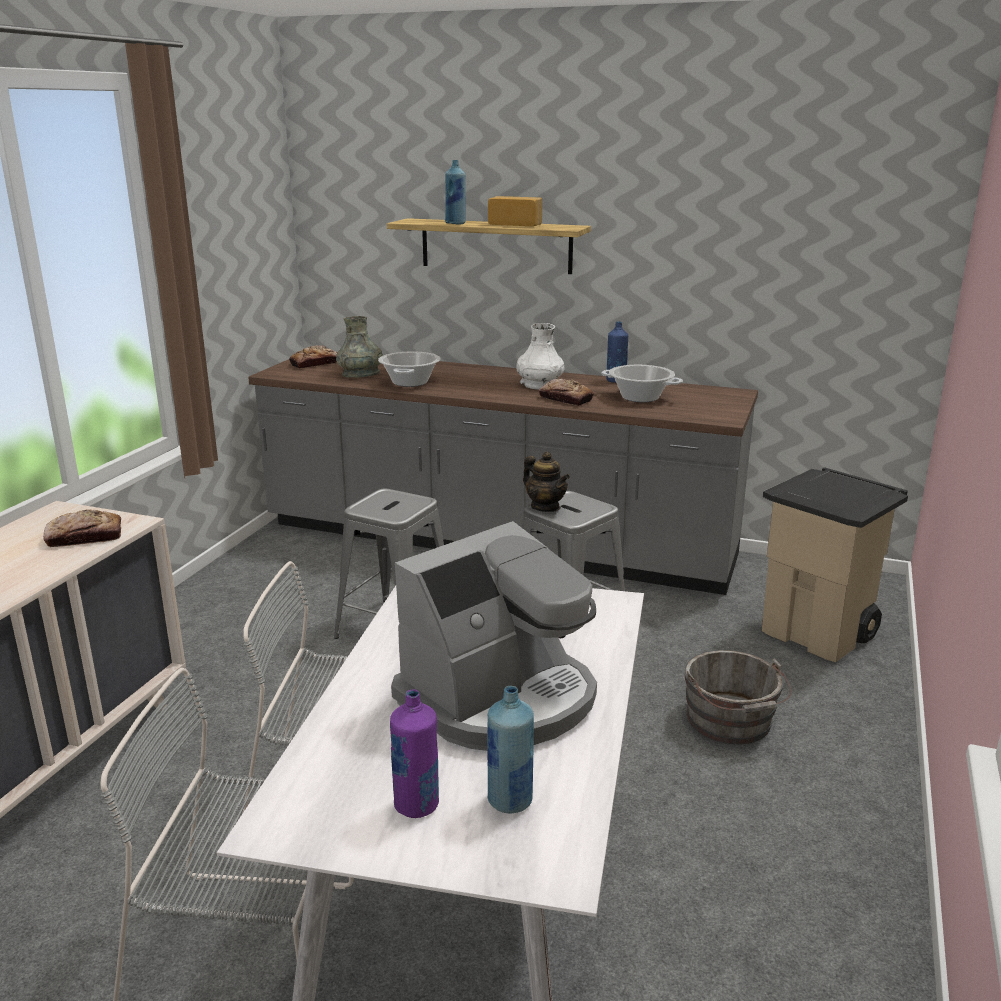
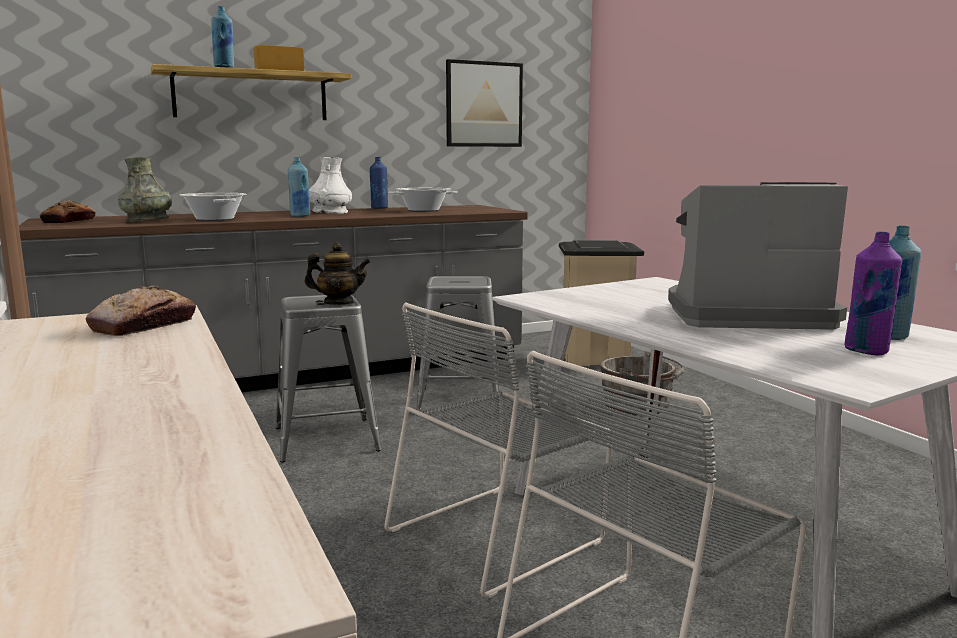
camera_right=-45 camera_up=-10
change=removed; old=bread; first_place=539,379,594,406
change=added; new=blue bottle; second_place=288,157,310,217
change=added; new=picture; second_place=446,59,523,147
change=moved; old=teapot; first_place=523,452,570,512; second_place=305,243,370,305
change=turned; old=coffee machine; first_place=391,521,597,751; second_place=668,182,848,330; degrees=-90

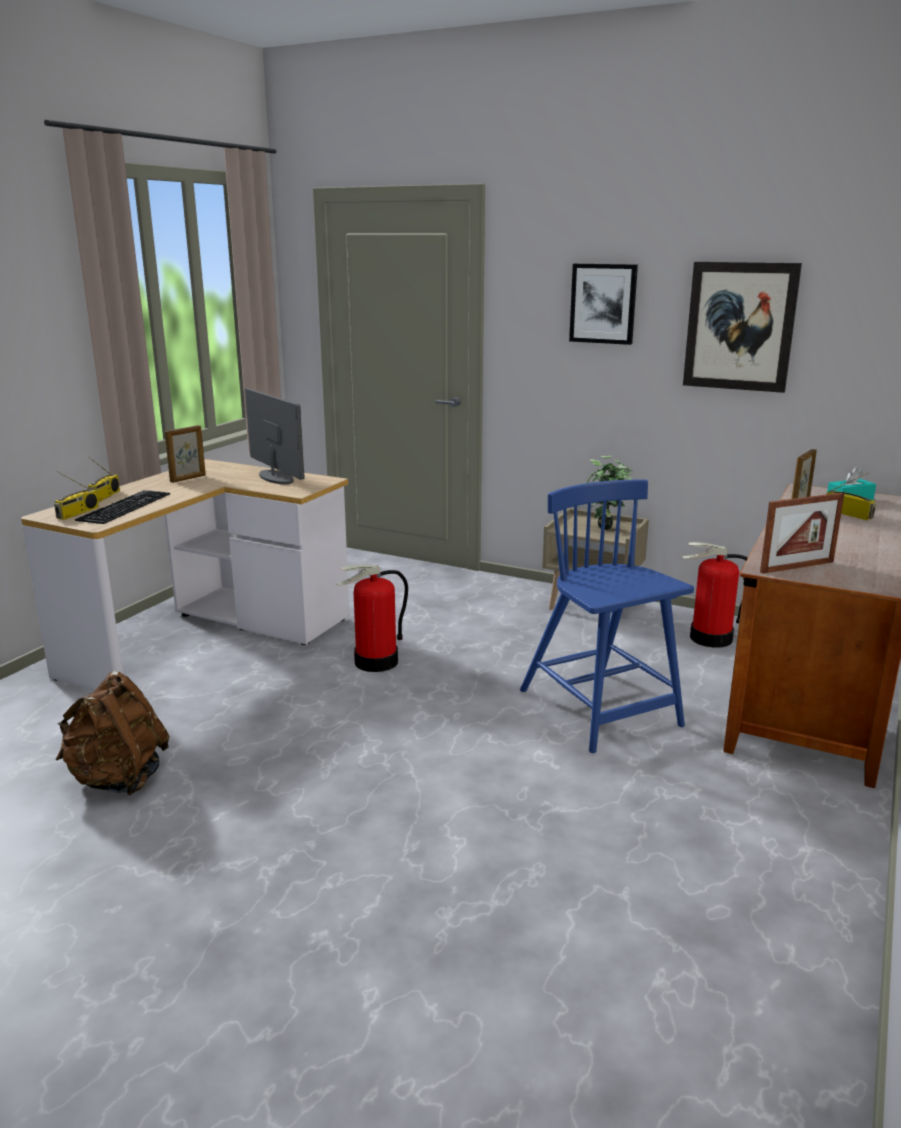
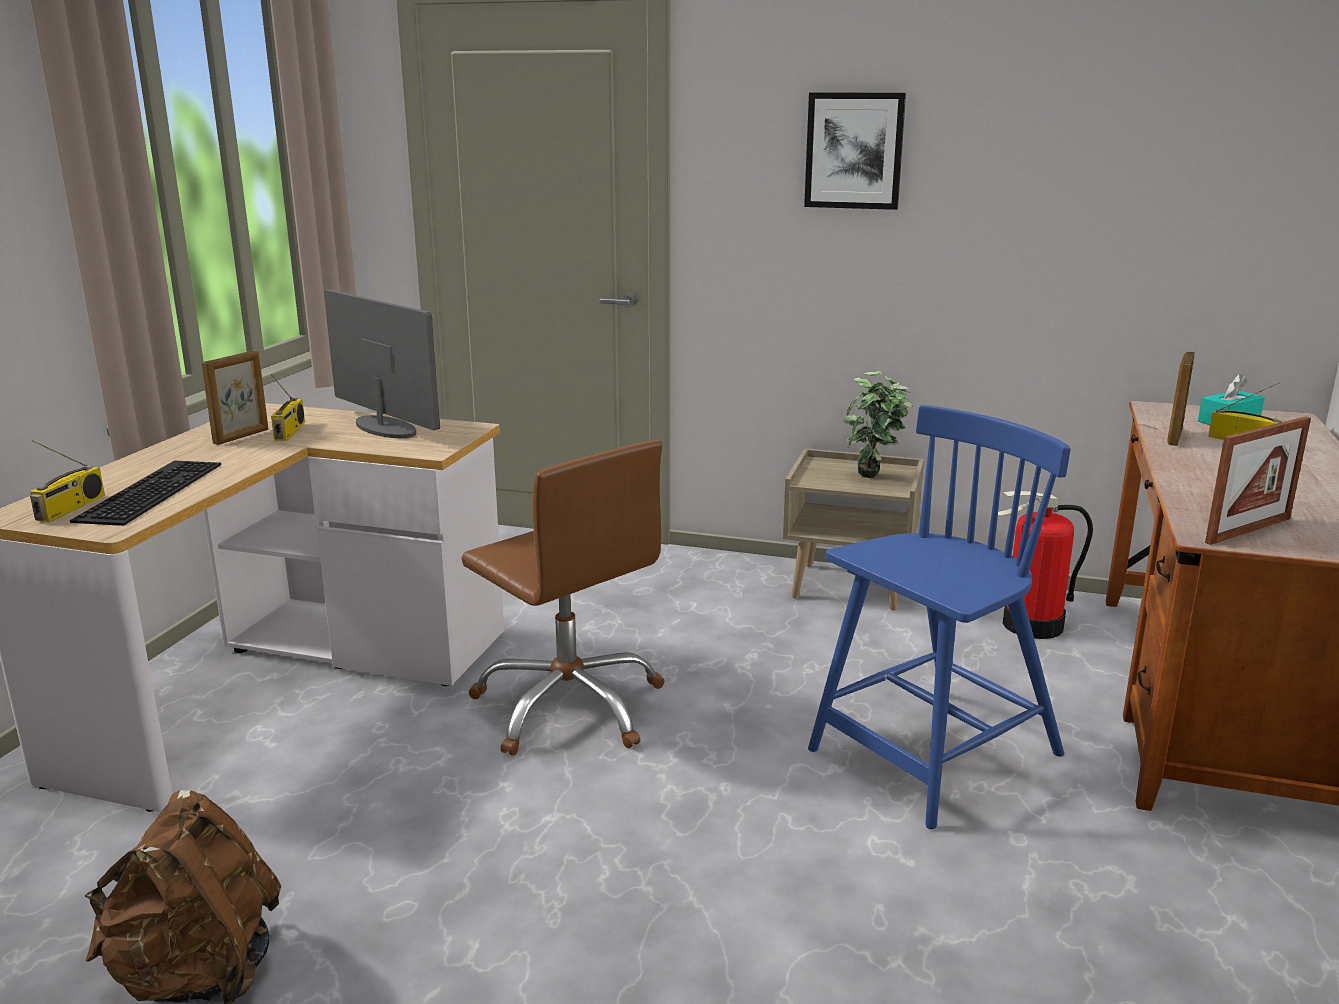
camera_right=-10 camera_up=0
change=removed; old=picture; first_place=683,262,802,393
change=moved; old=radio; first_place=88,457,120,503; second_place=271,374,305,441
change=replaced; old=fire extinguisher; new=brown office chair; first_place=337,565,408,672; second_place=462,440,664,756
change=turned; old=blue chair; first_place=520,479,694,753; second_place=808,405,1071,829; degrees=90

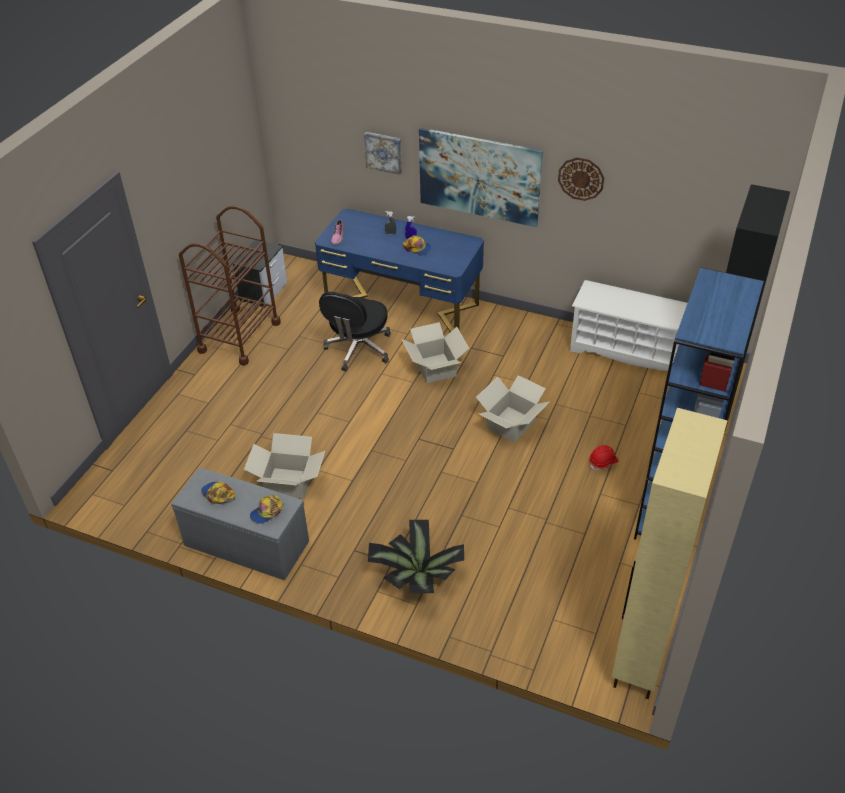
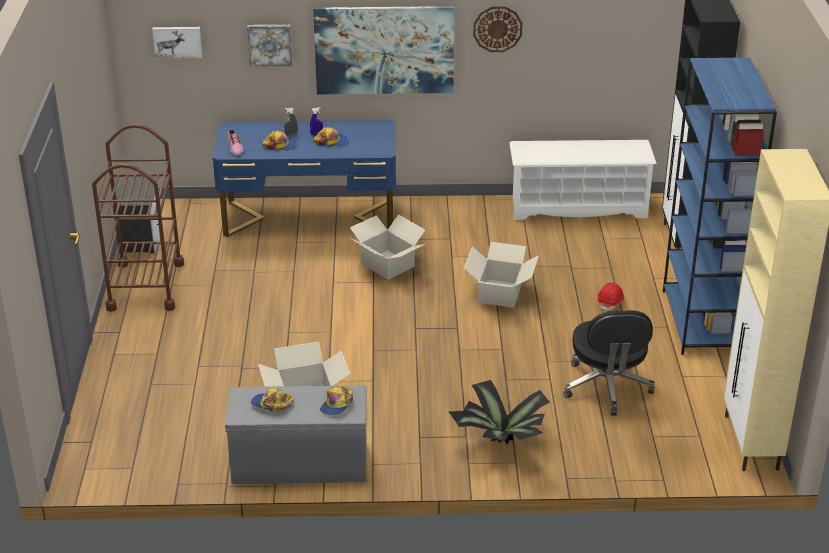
camera_right=-25 camera_up=-10
change=added; new=picture; second_place=152,27,202,59
change=added; new=cap; second_place=262,131,297,151
change=moved; old=black office chair; first_place=319,292,391,372; second_place=564,310,655,416

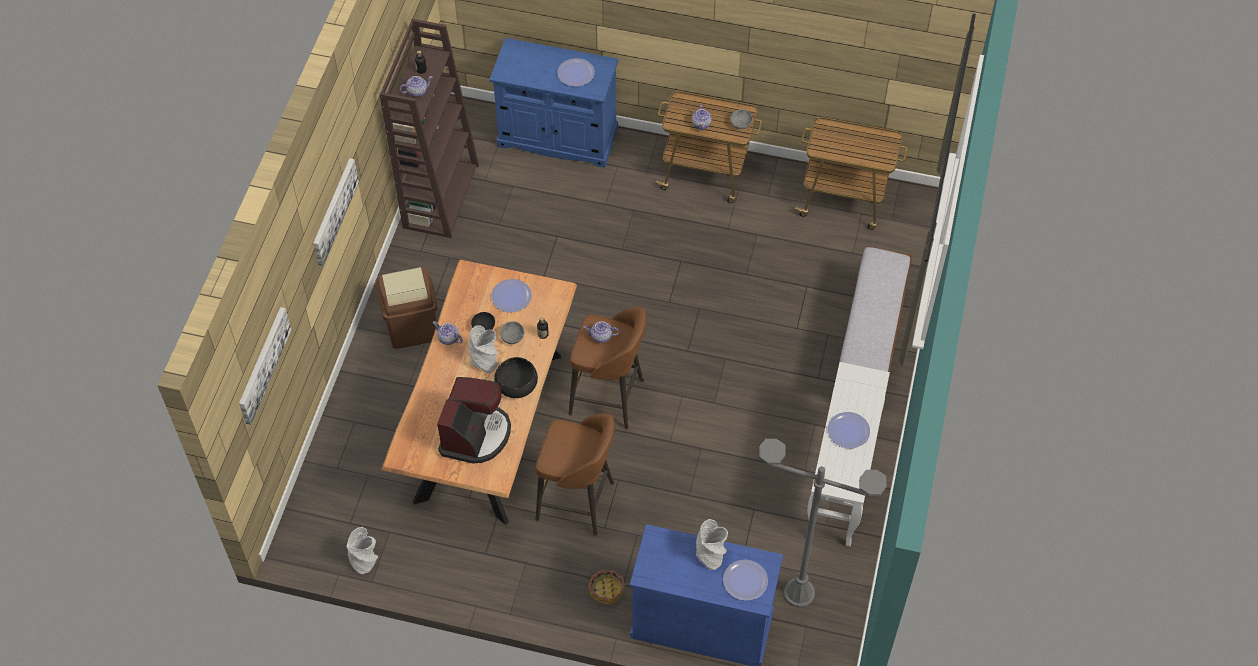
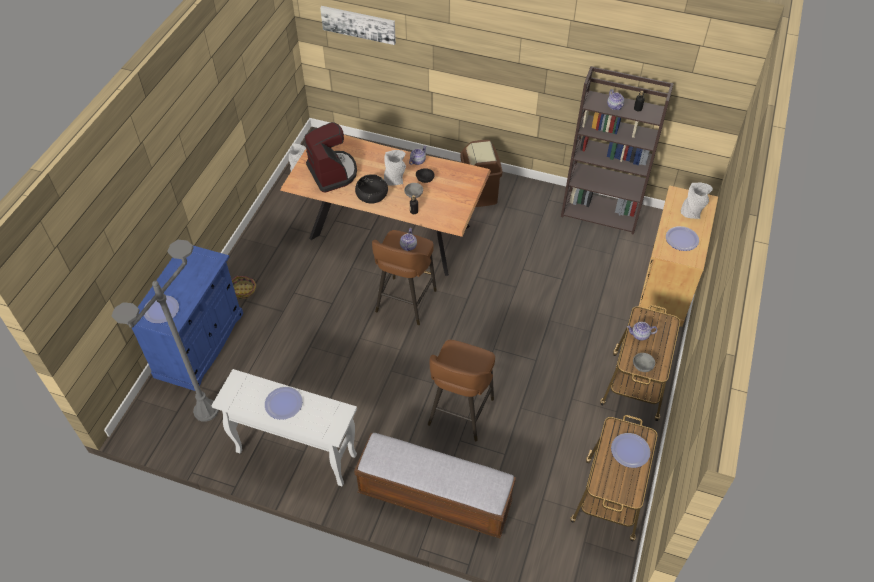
camera_right=95 camera_up=-5
change=removed; old=picture; first_place=313,158,359,266
change=moved; old=plate; first_place=491,279,532,312; second_place=611,433,650,468
change=moved; old=brown stool; first_place=535,413,615,536; second_place=428,340,495,441
change=moved; old=grey vase; first_place=696,519,728,570; second_place=681,183,713,219
change=recoloured; old=blue cabinet; new=beige cabinet; first_place=489,38,618,168; second_place=638,185,718,327
change=turned; old=coffee machine; first_place=437,377,511,464; second_place=305,122,357,193; degrees=-135

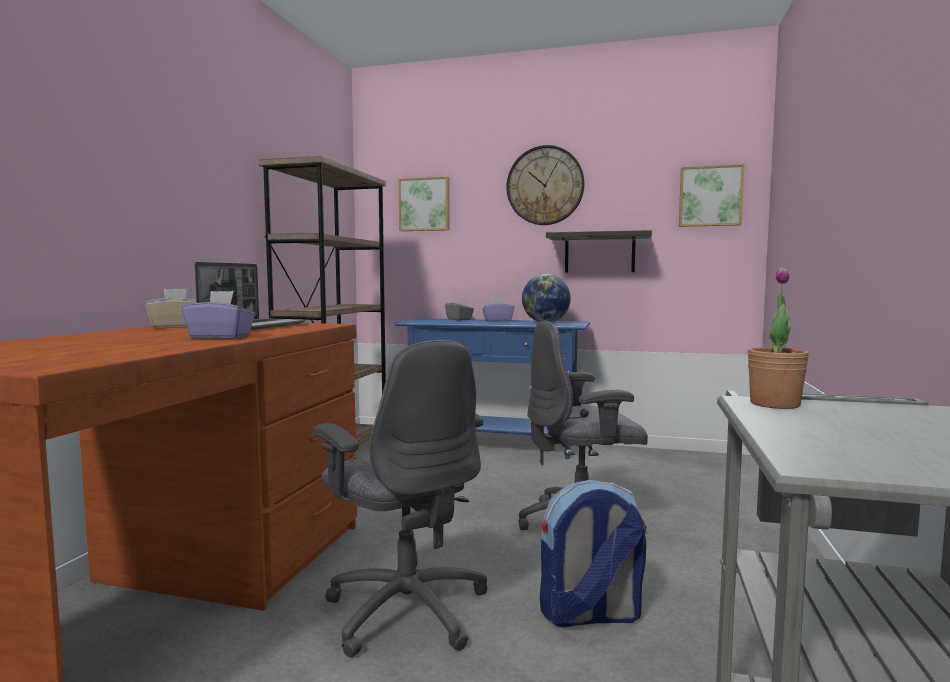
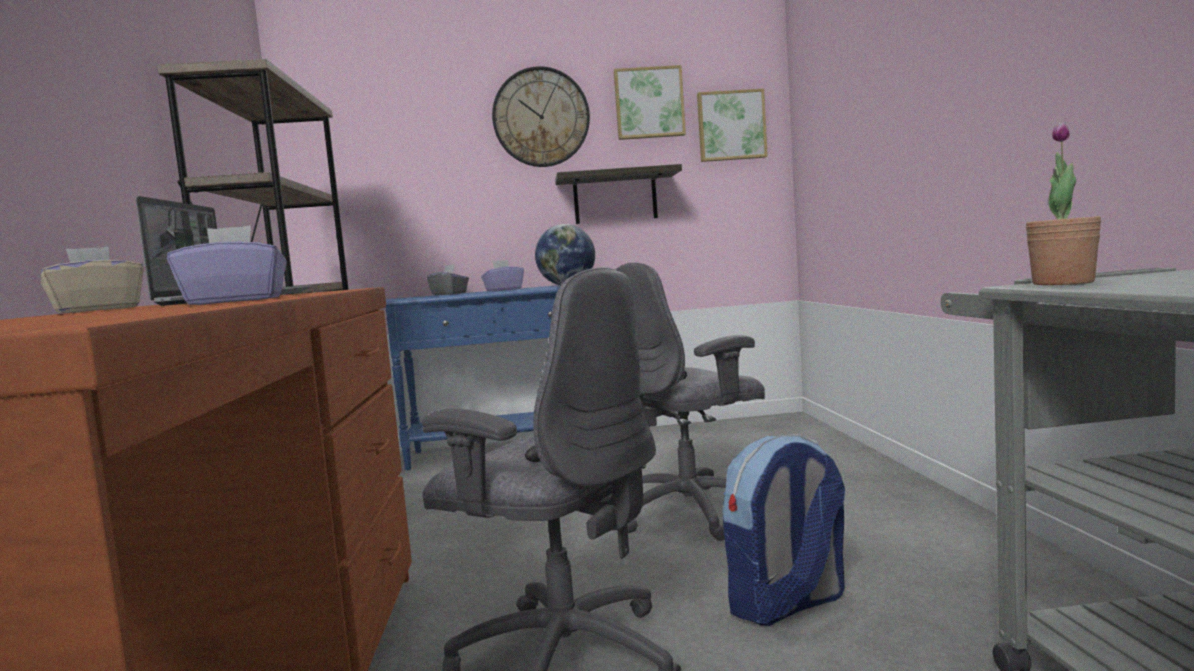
camera_right=-20 camera_up=0
change=moved; old=picture; first_place=398,177,450,231; second_place=614,65,686,140

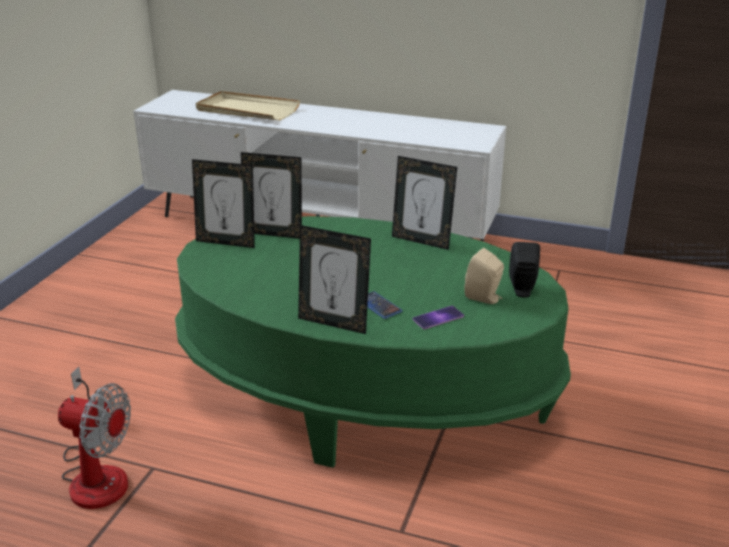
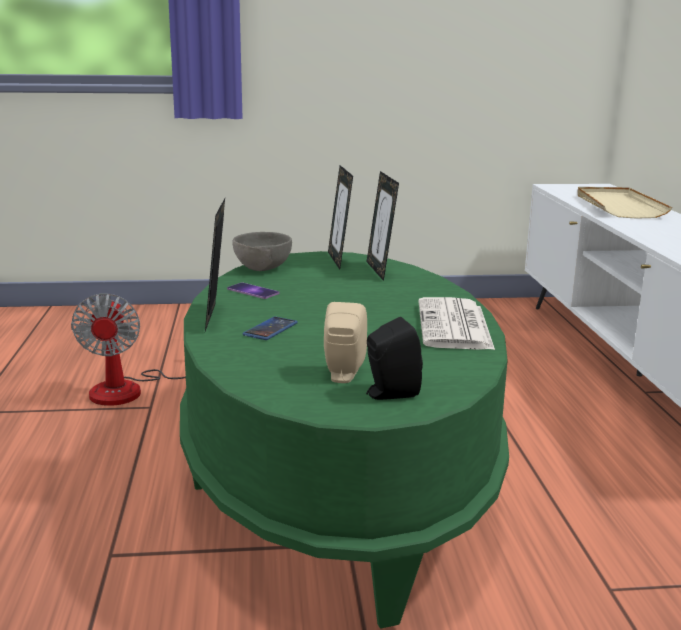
camera_right=65 camera_up=-10
change=added; new=grey bowl; second_place=232,232,292,271
change=moved; old=phone; first_place=412,306,464,329; second_place=227,283,280,299
change=replaced; old=picture frame; new=newspaper; first_place=392,156,457,250; second_place=418,297,495,350

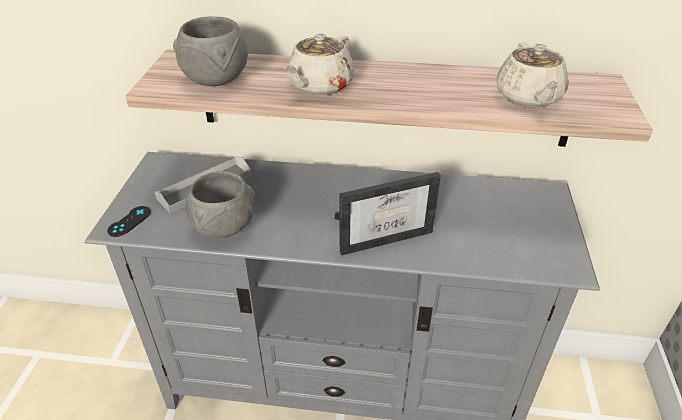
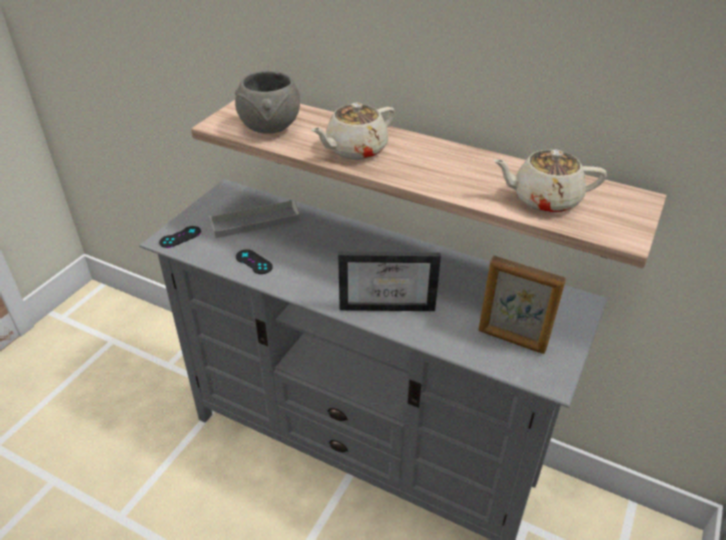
camera_right=20 camera_up=0
change=added; new=picture frame; second_place=479,256,566,354
change=replaced; old=grey bowl; new=black game controller; first_place=186,171,255,238; second_place=236,249,273,274
change=turned; old=beige teapot; first_place=496,42,569,108; second_place=493,150,607,213; degrees=75

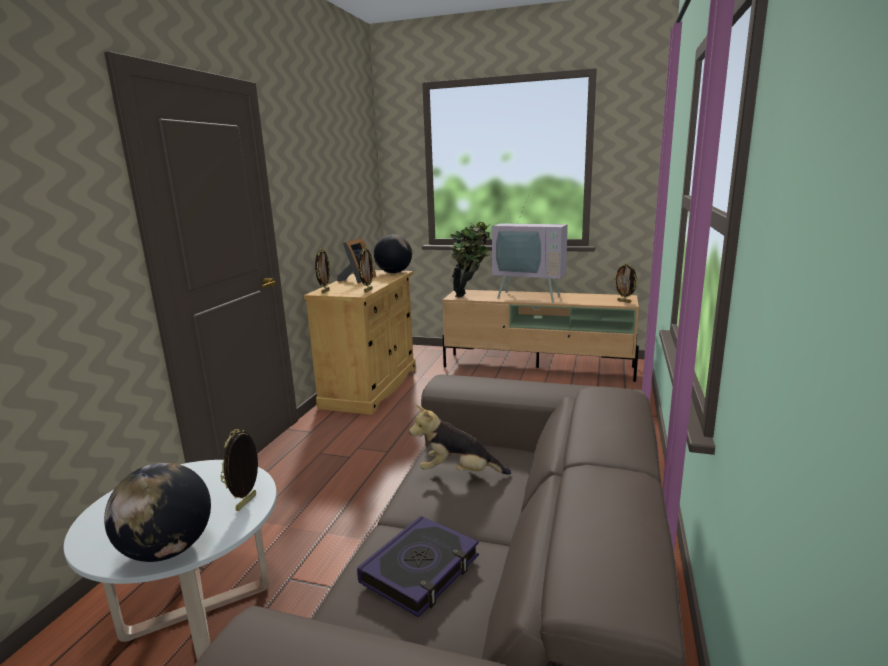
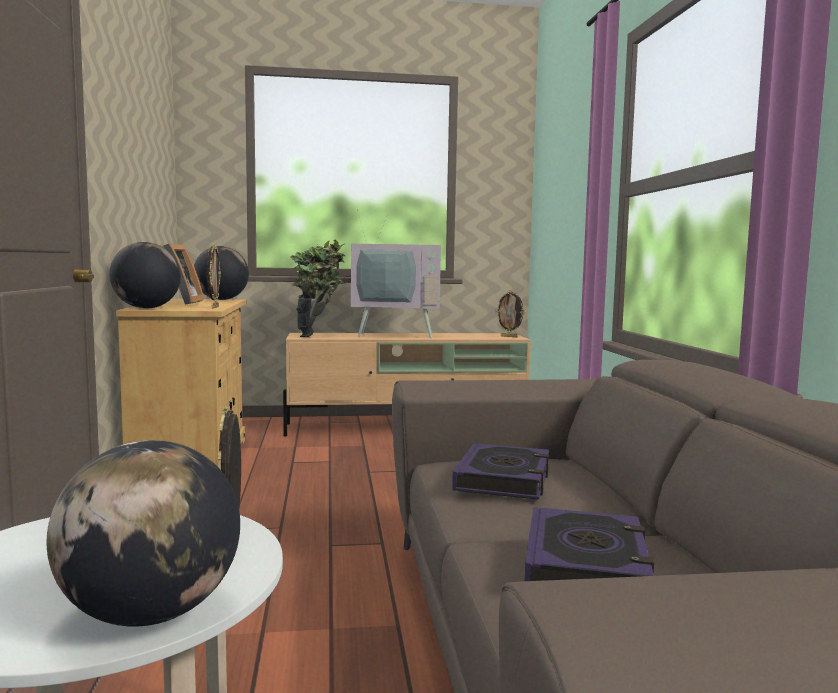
camera_right=-25 camera_up=-10
change=replaced; old=picture frame; new=globe; first_place=315,248,331,294; second_place=109,242,181,309
change=replaced; old=plush toy; new=book; first_place=409,405,511,475; second_place=452,443,549,500

